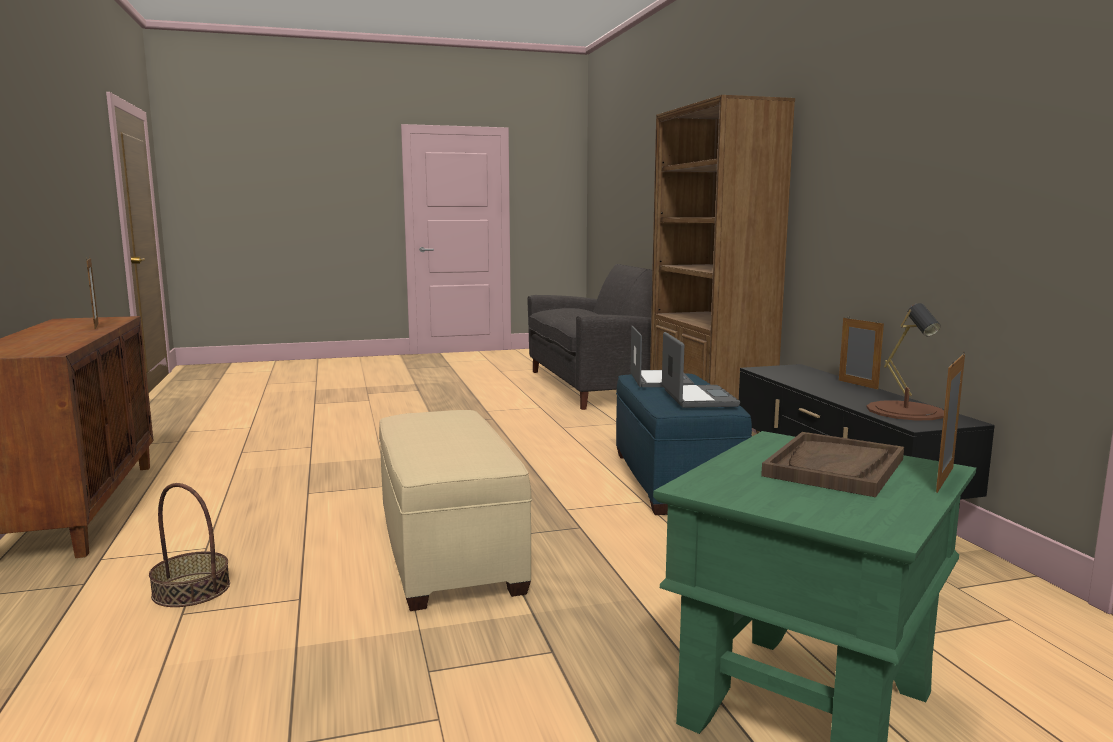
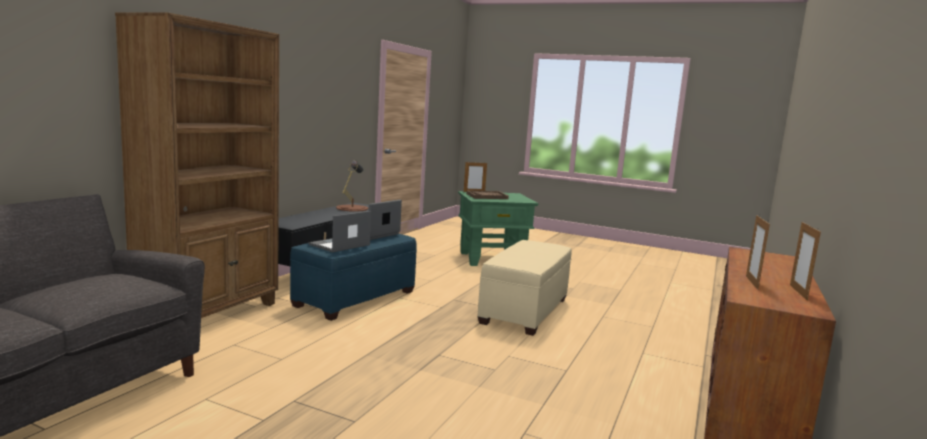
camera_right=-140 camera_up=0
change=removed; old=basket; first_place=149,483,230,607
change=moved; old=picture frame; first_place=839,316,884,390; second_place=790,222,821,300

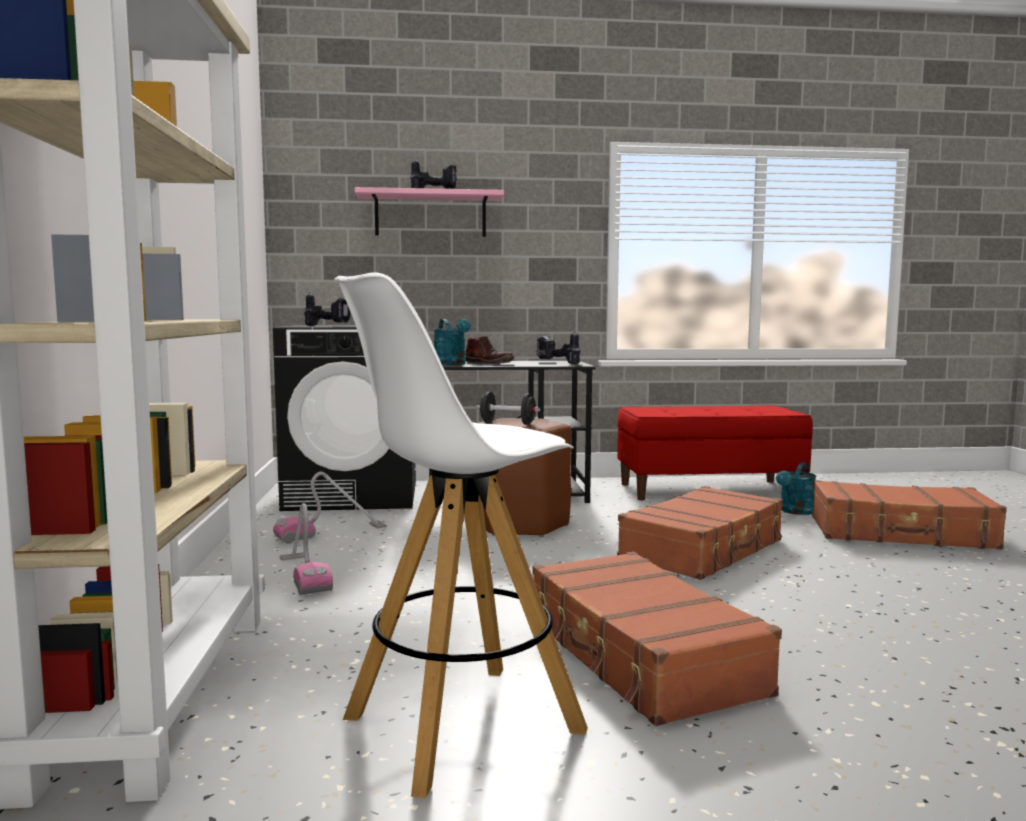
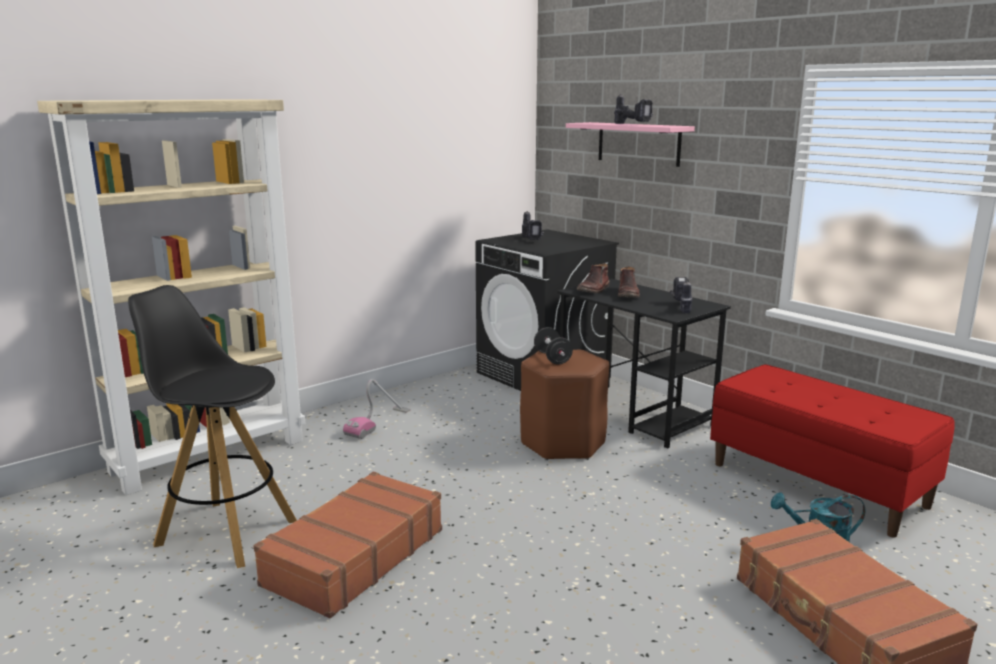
camera_right=55 camera_up=10
change=removed; old=vacuum cleaner; first_place=273,472,387,543
change=removed; old=brown suitcase; first_place=617,486,783,580
change=replaced; old=turquoise watering can; new=brown boot; first_place=434,319,471,365; second_place=577,263,610,293
change=recoloured; old=white stool; new=black stool; first_place=334,272,588,798; second_place=128,285,297,568

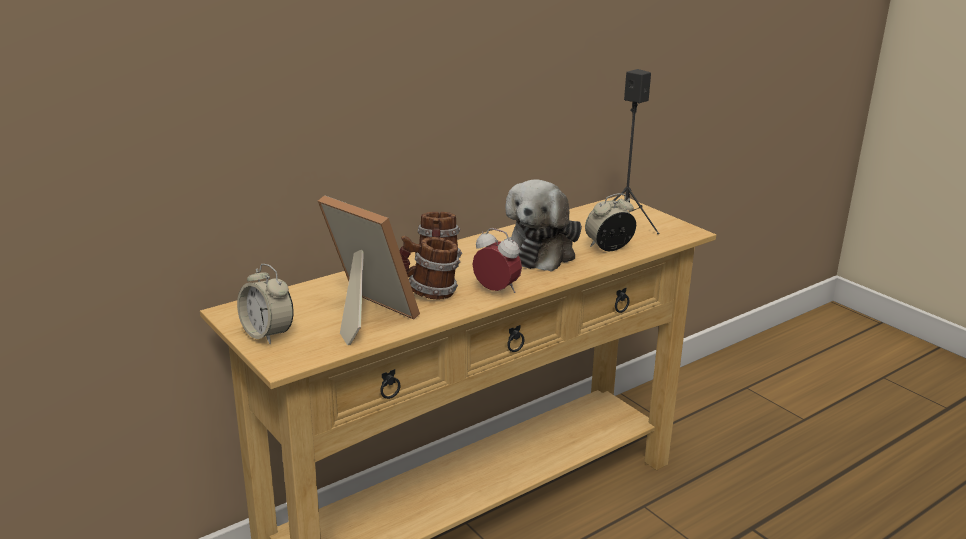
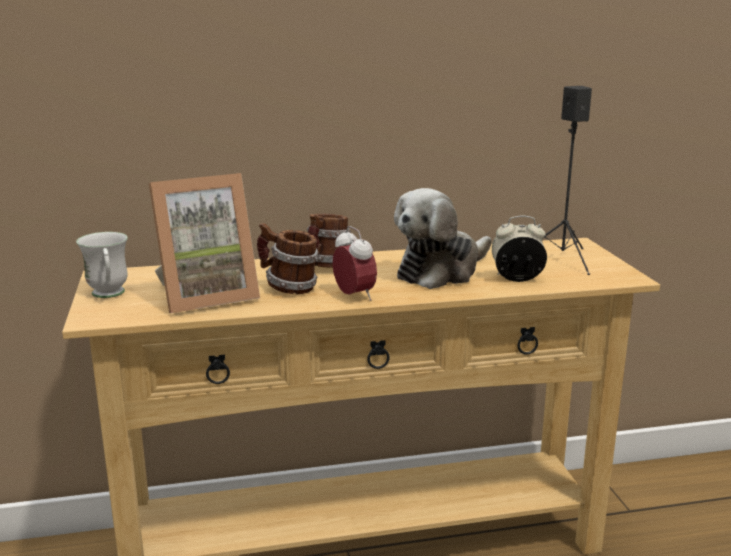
camera_right=25 camera_up=-5
change=replaced; old=alarm clock; new=white mug; first_place=237,264,294,344; second_place=76,232,128,298
change=turned; old=picture frame; first_place=318,195,420,345; second_place=149,173,260,313; degrees=90

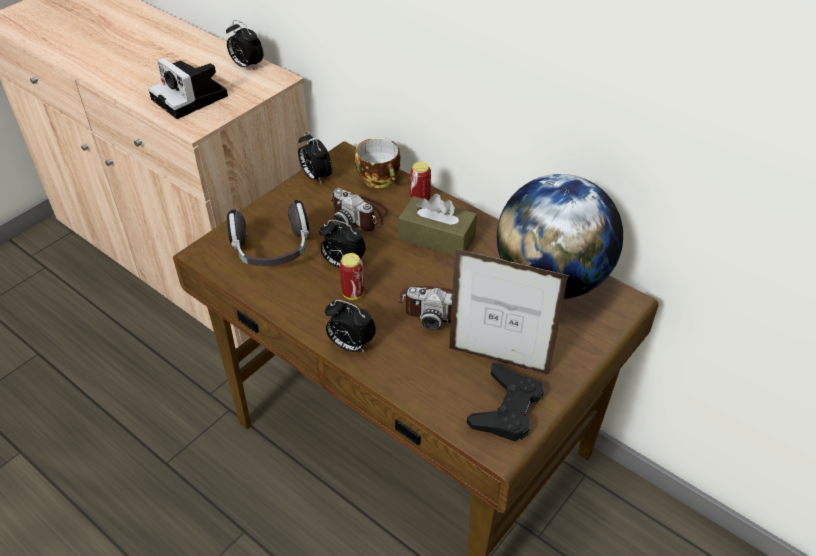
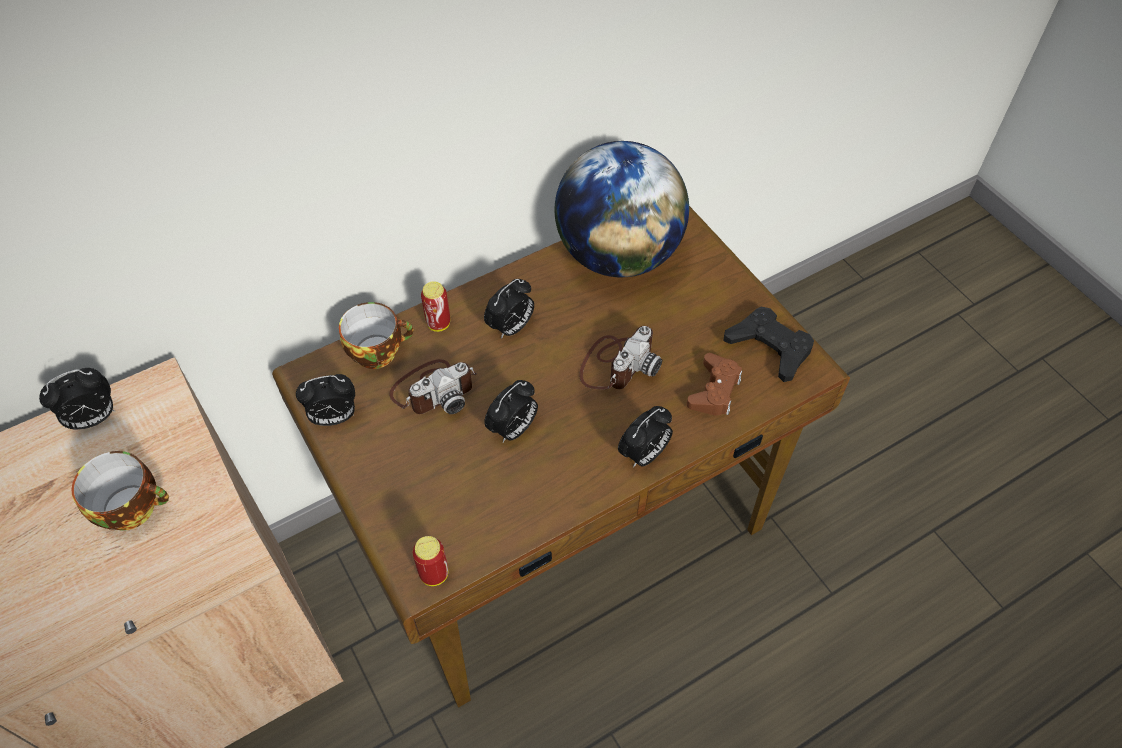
camera_right=-70 camera_up=10
change=removed; old=headphones; first_place=227,200,309,266
change=removed; old=picture frame; first_place=449,248,569,375
change=added; new=brown game controller; second_place=687,353,742,415
change=moved; old=can; first_place=339,253,364,300; second_place=413,536,449,586
change=replaced; old=photo camera; new=cup; first_place=148,57,228,119; second_place=72,451,169,531
change=replaced; old=brown tissue box; new=alarm clock; first_place=398,194,477,256; second_place=484,279,534,339

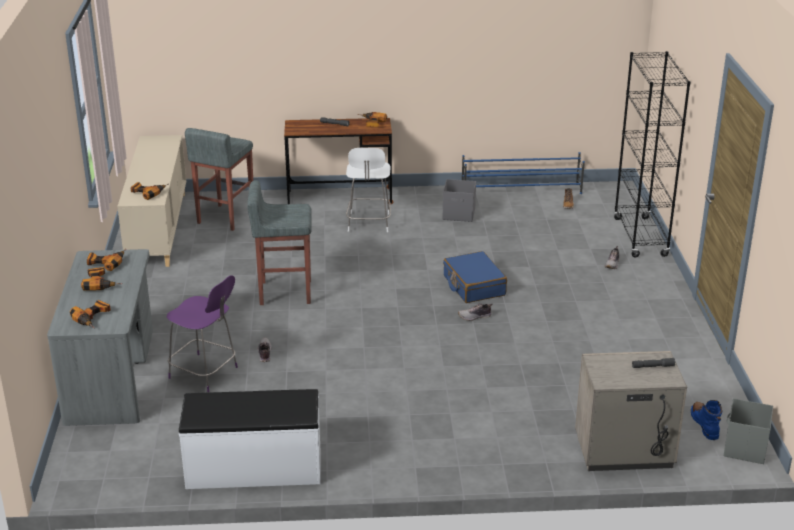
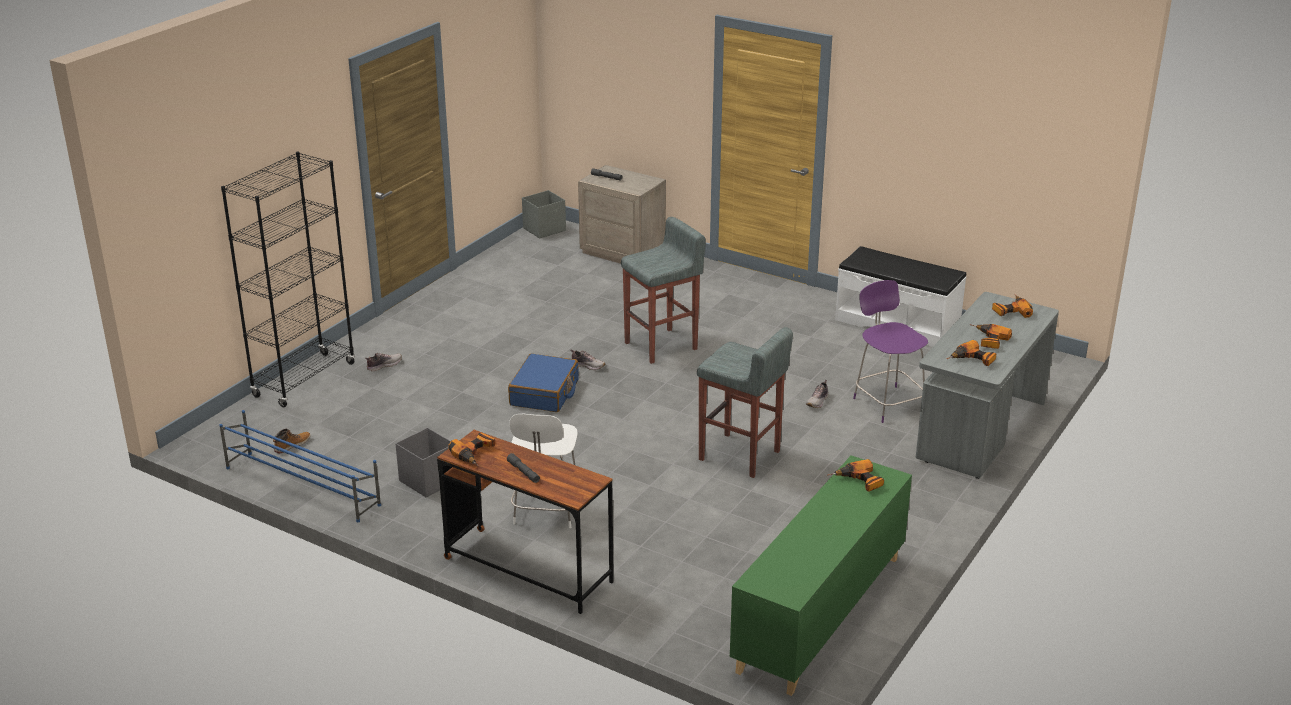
camera_right=-145 camera_up=0
change=removed; old=blue boot; first_place=691,400,722,440
change=moved; old=grey stool; first_place=185,128,253,231; second_place=621,217,706,364
change=recoloured; old=beige cabinet; new=green cabinet; first_place=117,135,186,267; second_place=729,456,912,696
change=turned; old=white chair; first_place=346,148,391,232; second_place=509,414,578,528; degrees=150

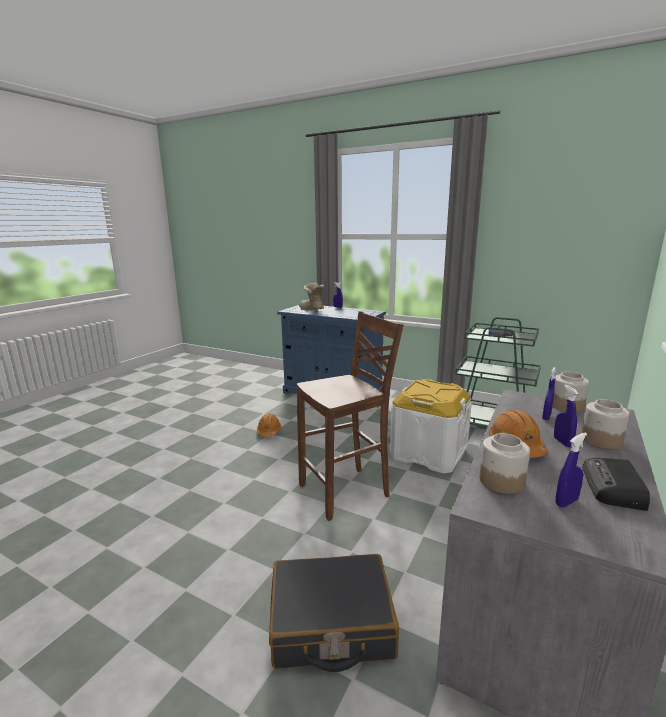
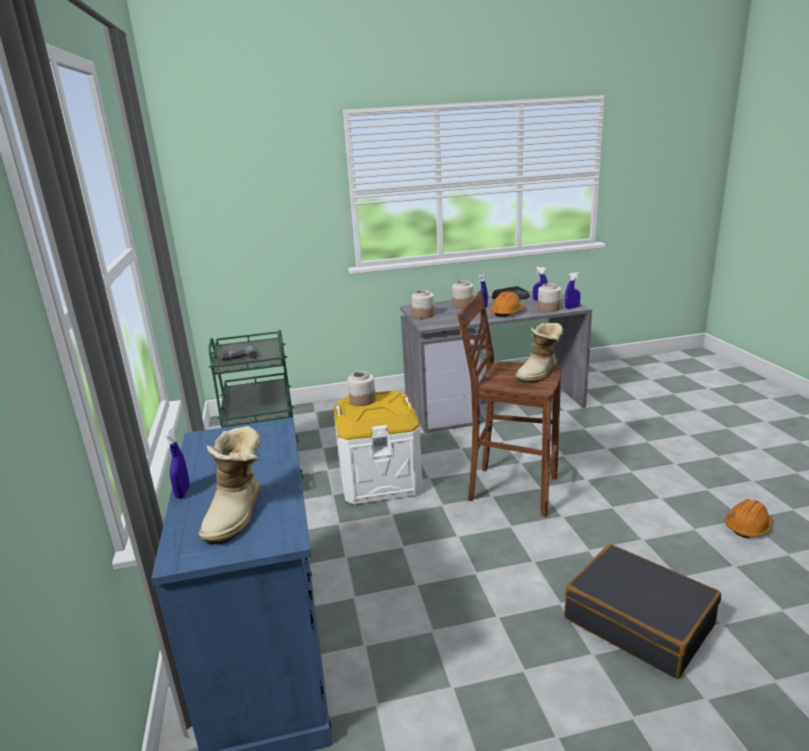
camera_right=-130 camera_up=5
change=added; new=jar; second_place=348,371,376,406
change=added; new=boot; second_place=515,323,564,384
change=moved; old=orange hard hat; first_place=257,413,281,437; second_place=725,499,773,538
change=moved; old=black suitcase; first_place=269,554,399,672; second_place=564,544,721,678
change=moved; old=blue spray bottle; first_place=542,367,556,420; second_place=565,272,581,309

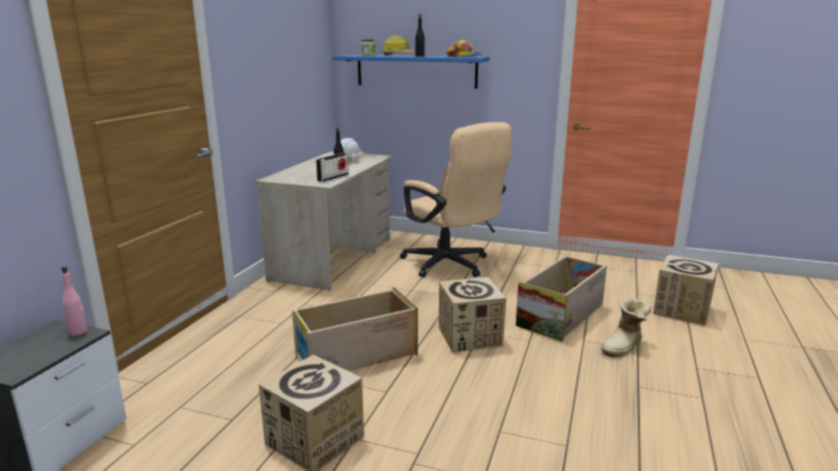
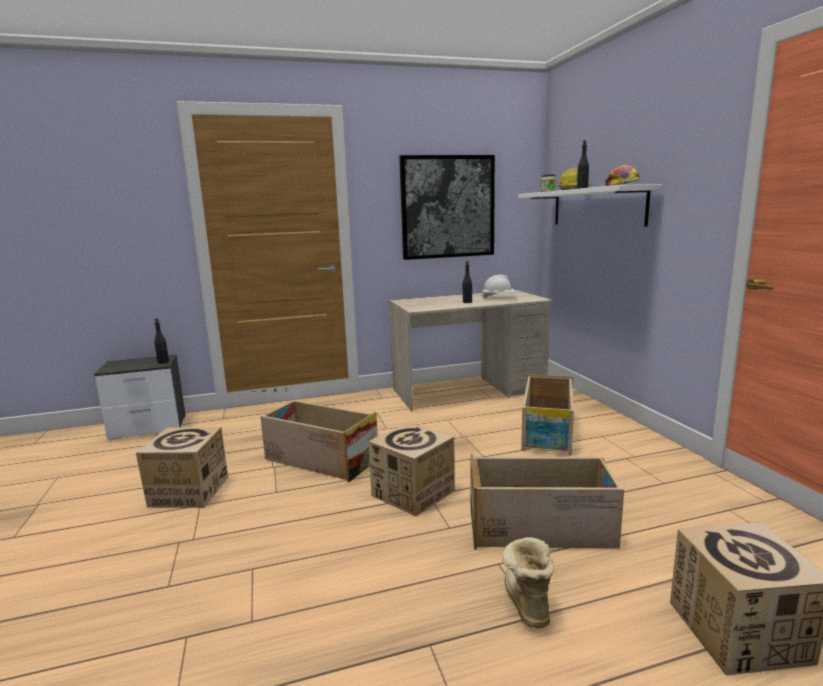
camera_right=55 camera_up=-5
change=removed; old=radio; first_place=316,153,349,182
change=added; new=picture; second_place=399,155,495,260
change=replaced; old=beige office chair; new=crate; first_place=400,122,512,278; second_place=521,374,574,456
change=recoloured; old=pink bottle; new=black bottle; first_place=61,266,87,336; second_place=154,318,169,364
change=recoloured; old=blue shelf; new=white shelf; first_place=332,55,490,89; second_place=518,184,662,226
change=turned; old=boot; first_place=601,298,651,357; second_place=503,537,554,628; degrees=75

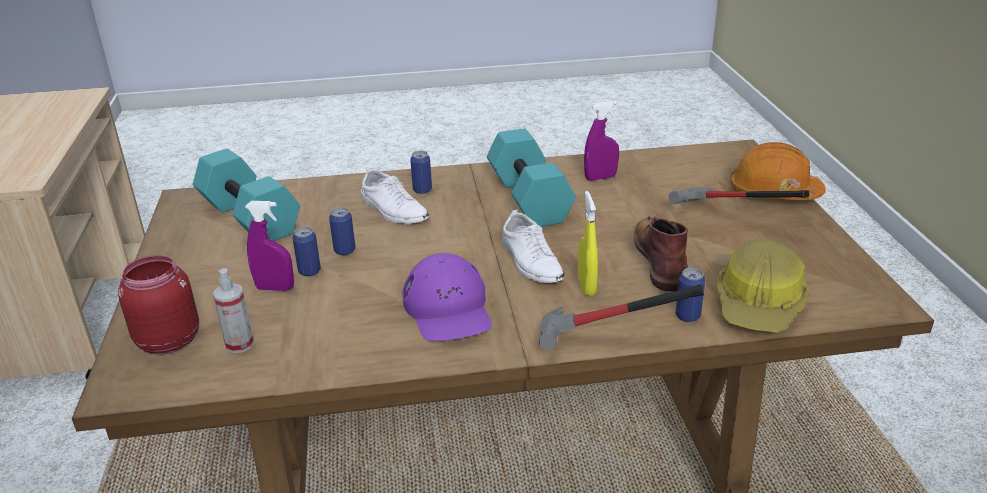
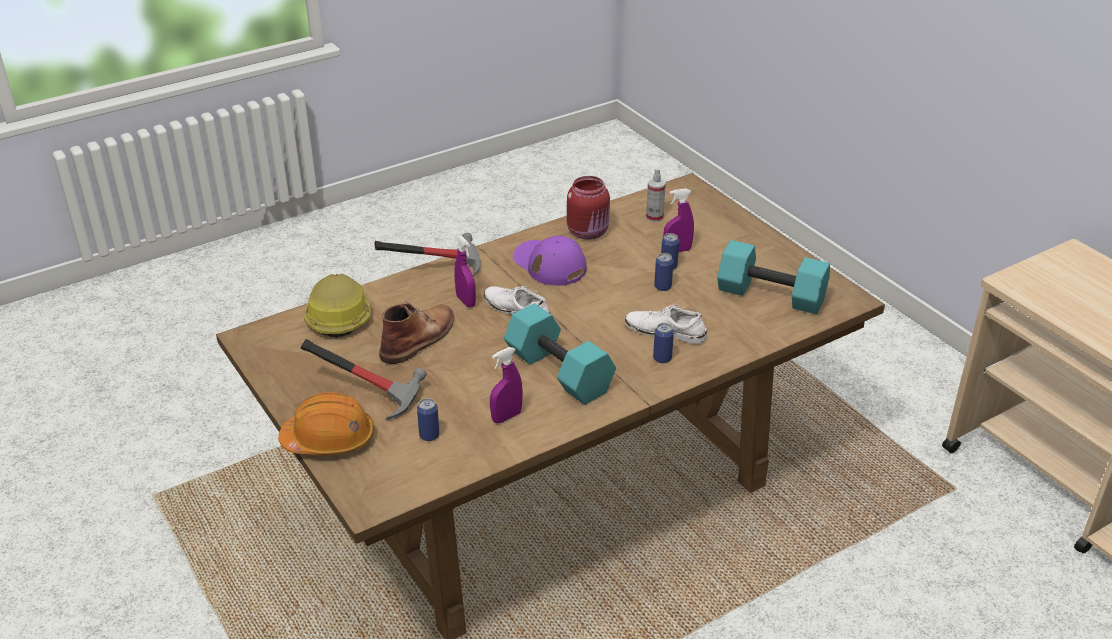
camera_right=155 camera_up=5
change=moved; old=red jar; first_place=118,255,199,355; second_place=567,176,610,240
change=moved; old=can; first_place=676,268,705,322; second_place=417,398,440,441
change=recoloured; old=yellow spray bottle; new=purple spray bottle; first_place=578,191,598,296; second_place=454,235,476,307
change=turned; old=brown boot; first_place=634,215,688,291; second_place=379,301,454,364; degrees=-120

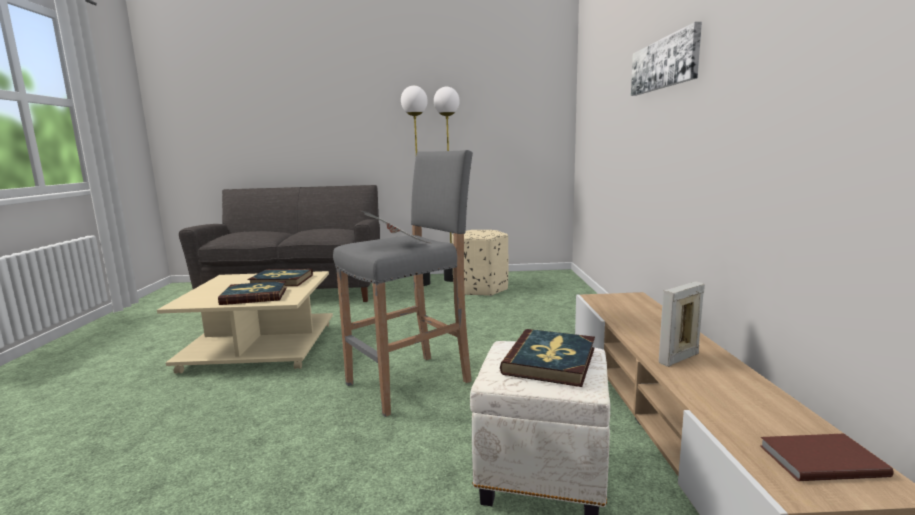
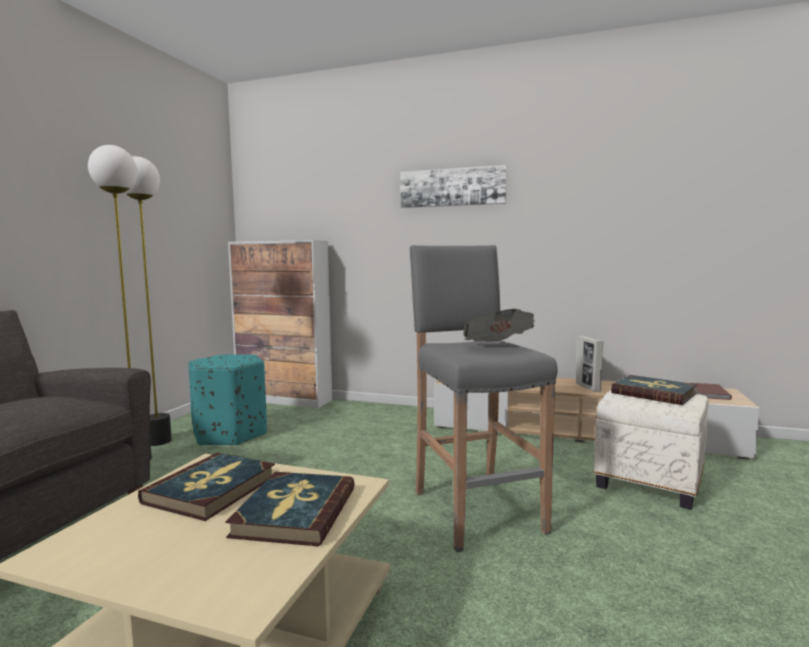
camera_right=-70 camera_up=-5
change=added; new=cabinet; second_place=228,240,332,408
change=recoloured; old=beige ottoman; new=turquoise ottoman; first_place=452,230,509,296; second_place=188,354,267,446

